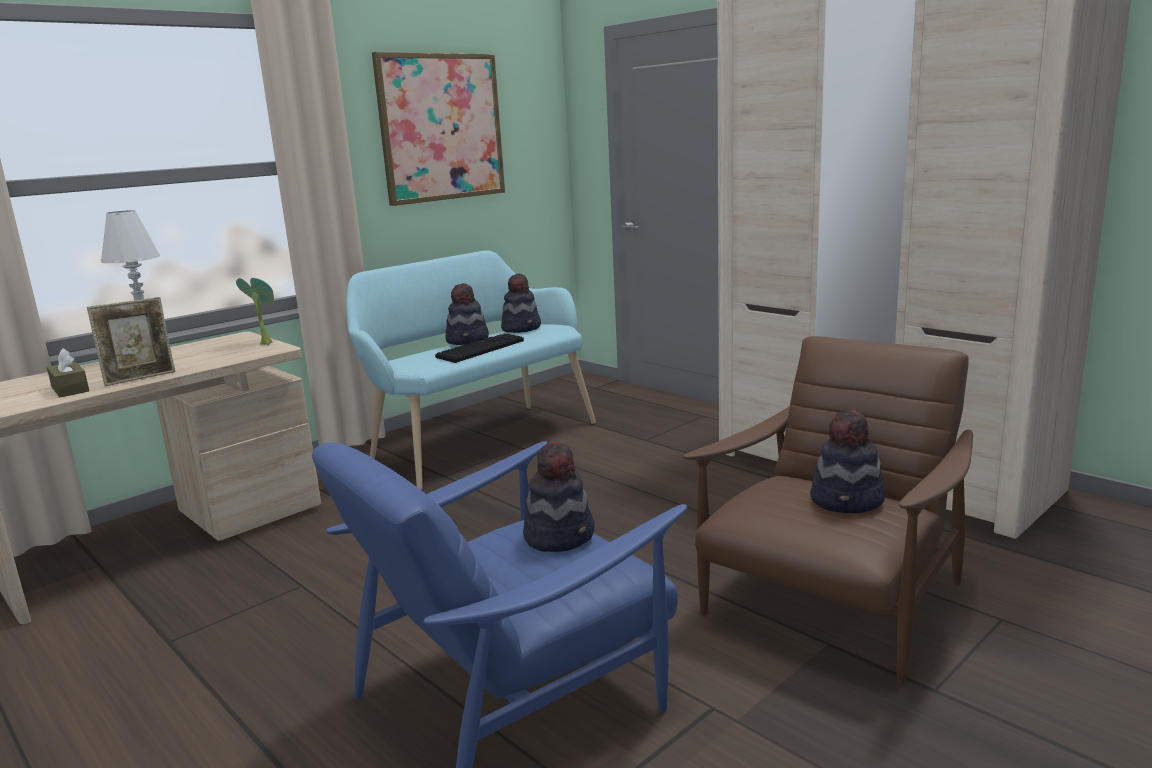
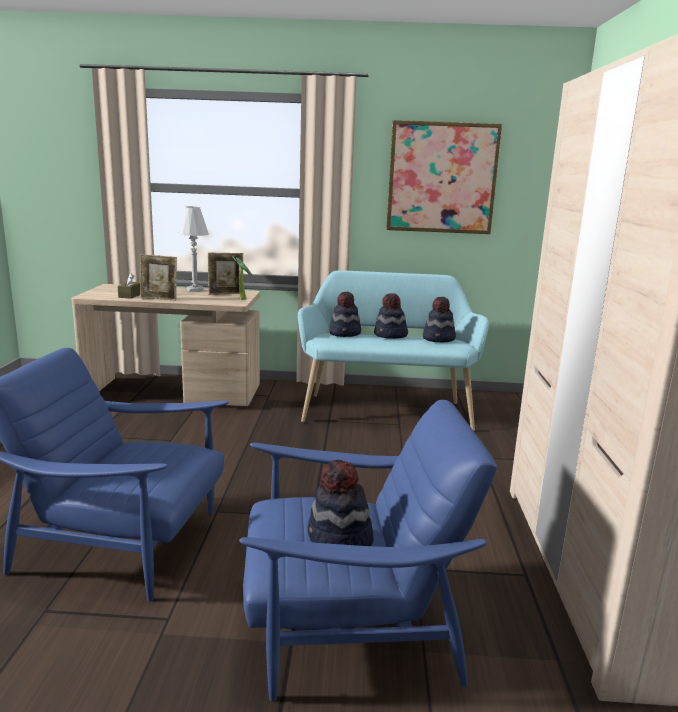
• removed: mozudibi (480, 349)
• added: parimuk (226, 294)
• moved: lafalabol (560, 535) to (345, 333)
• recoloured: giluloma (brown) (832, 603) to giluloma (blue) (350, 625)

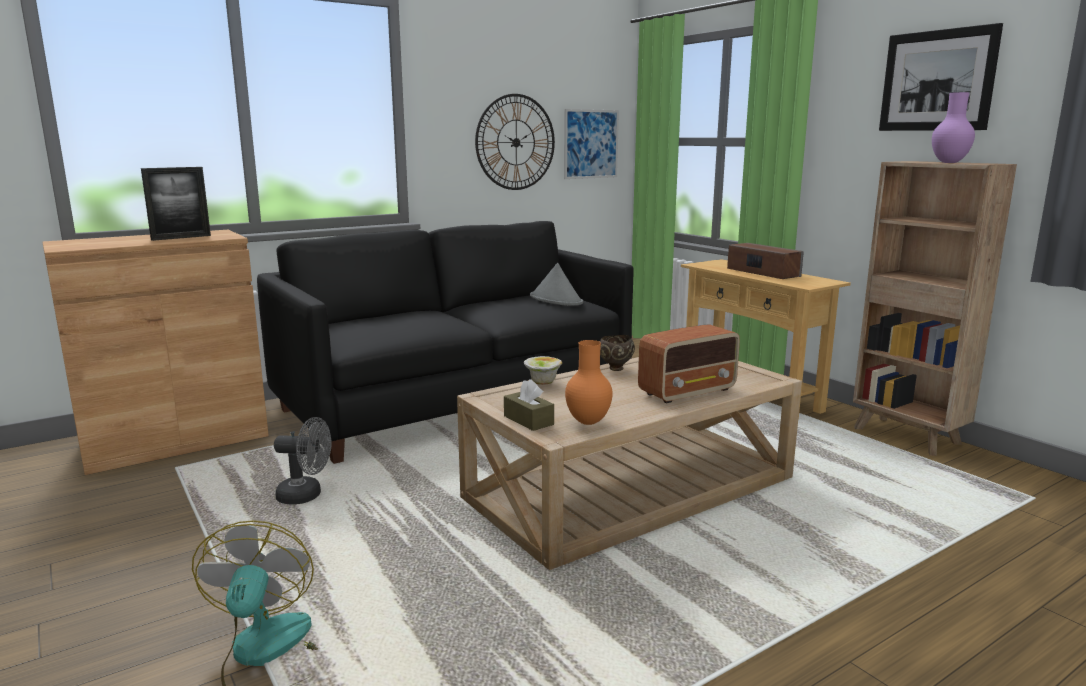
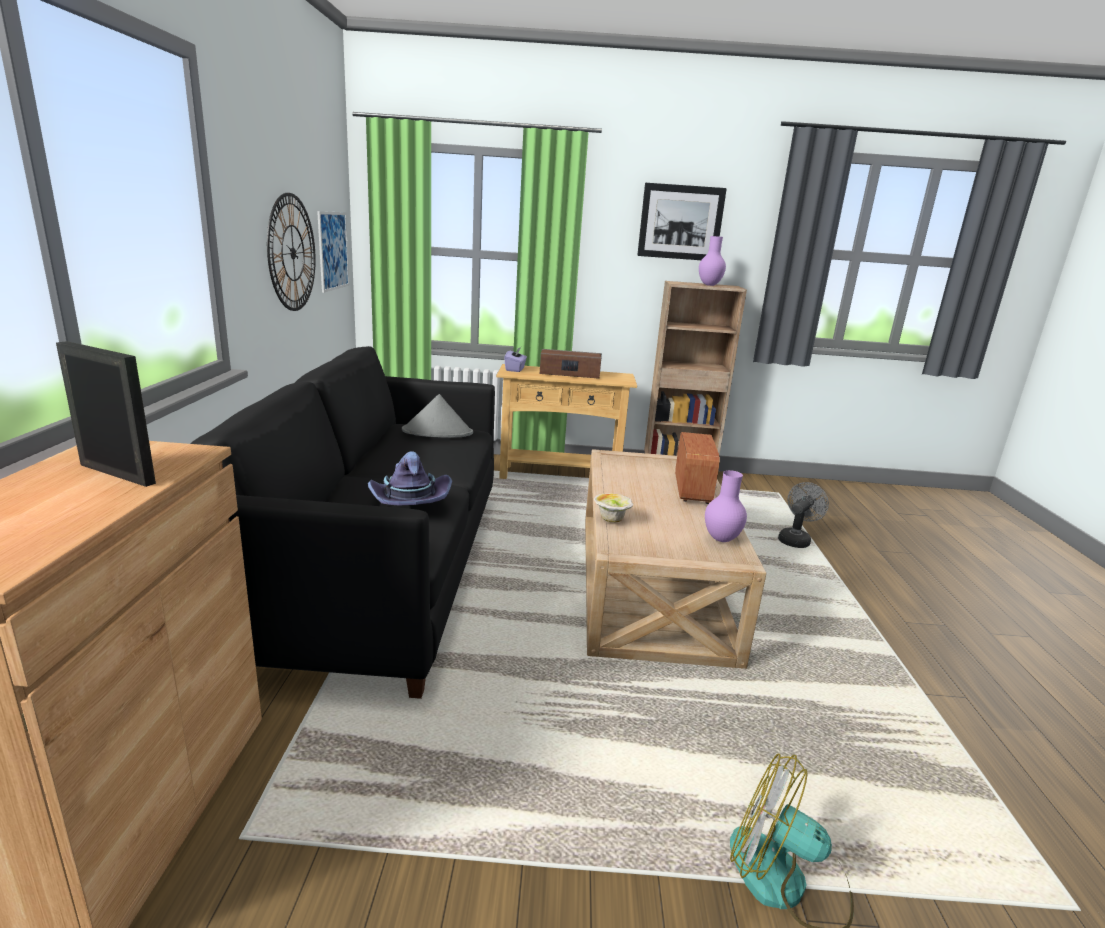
• removed: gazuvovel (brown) (528, 420)
• removed: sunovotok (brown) (615, 369)
• added: lafalabol (purple) (409, 502)
• added: gazuvovel (purple) (515, 369)
• moved: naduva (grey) (306, 495) to (795, 539)
• recoloured: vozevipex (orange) (589, 422) to vozevipex (purple) (722, 539)
• turned: parimuk (181, 237) = (117, 474) 60 degrees counterclockwise

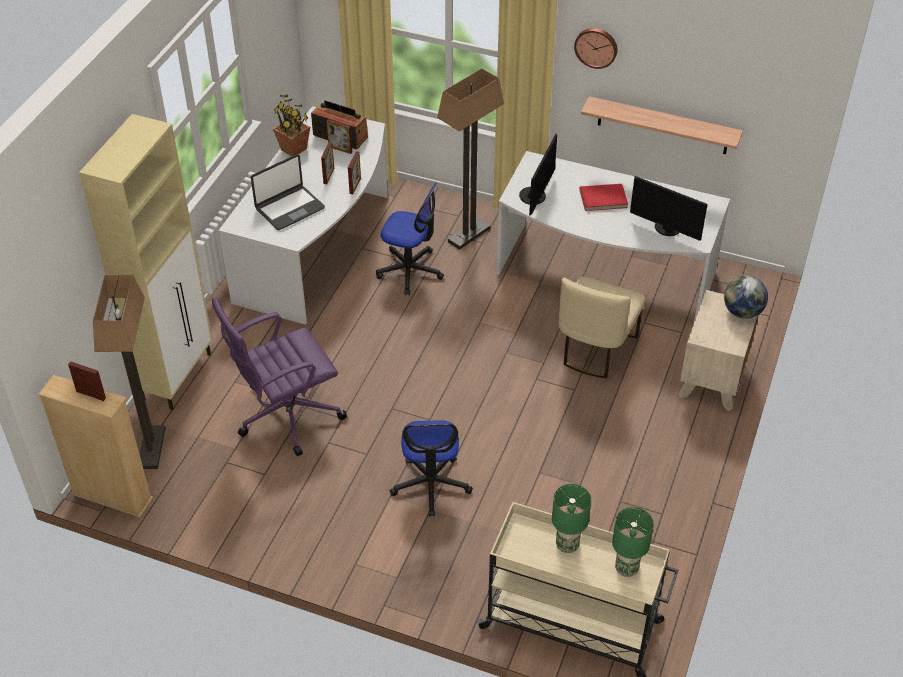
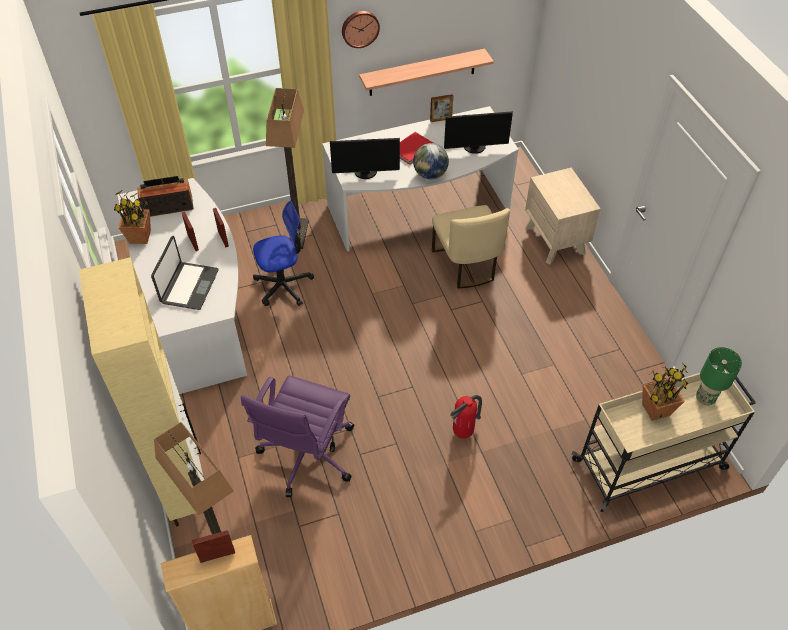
• moved: parimuk (340, 149) to (441, 119)
• moved: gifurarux (742, 312) to (430, 175)
• replaced: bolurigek (431, 484) to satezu (463, 433)
• replaced: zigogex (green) (567, 545) to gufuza (655, 410)
• turned: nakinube (535, 197) = (365, 173) 105 degrees clockwise

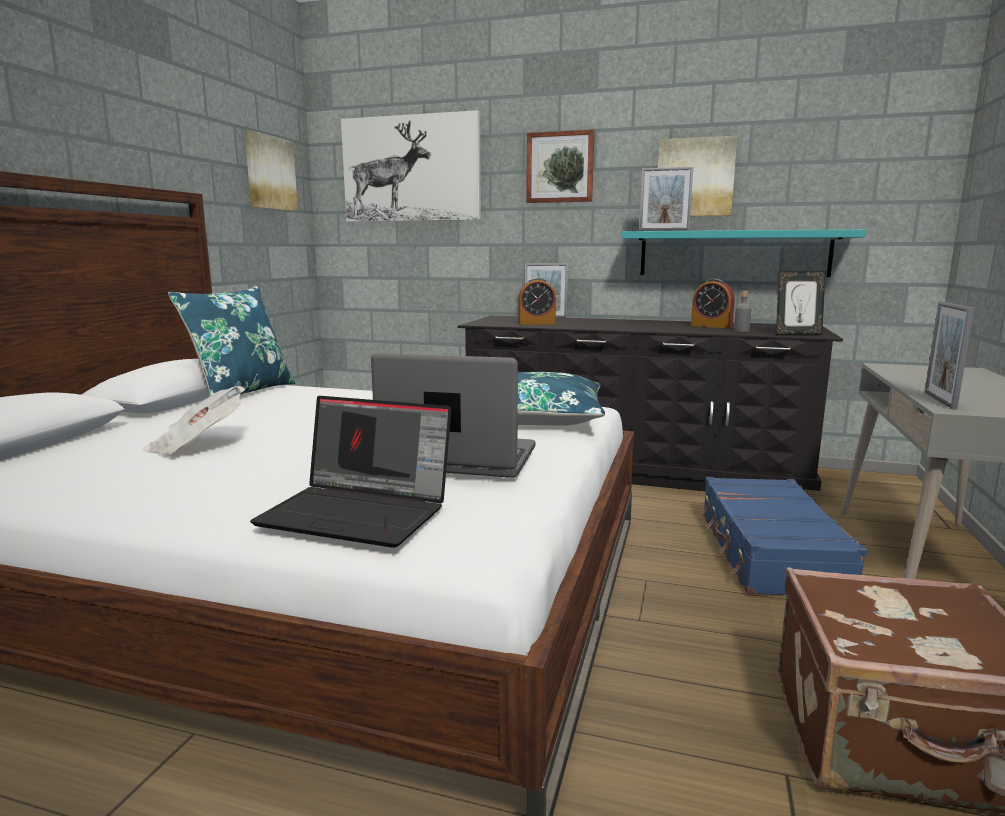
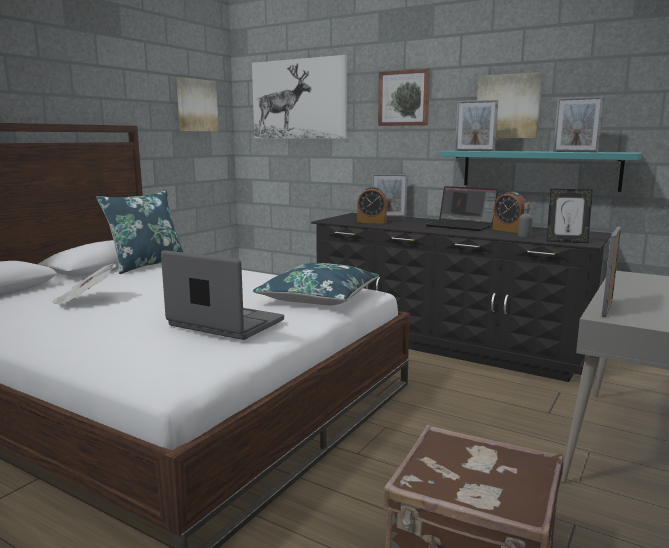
• removed: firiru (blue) (769, 552)
• added: parimuk (575, 152)
• moved: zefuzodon (360, 512) to (461, 226)

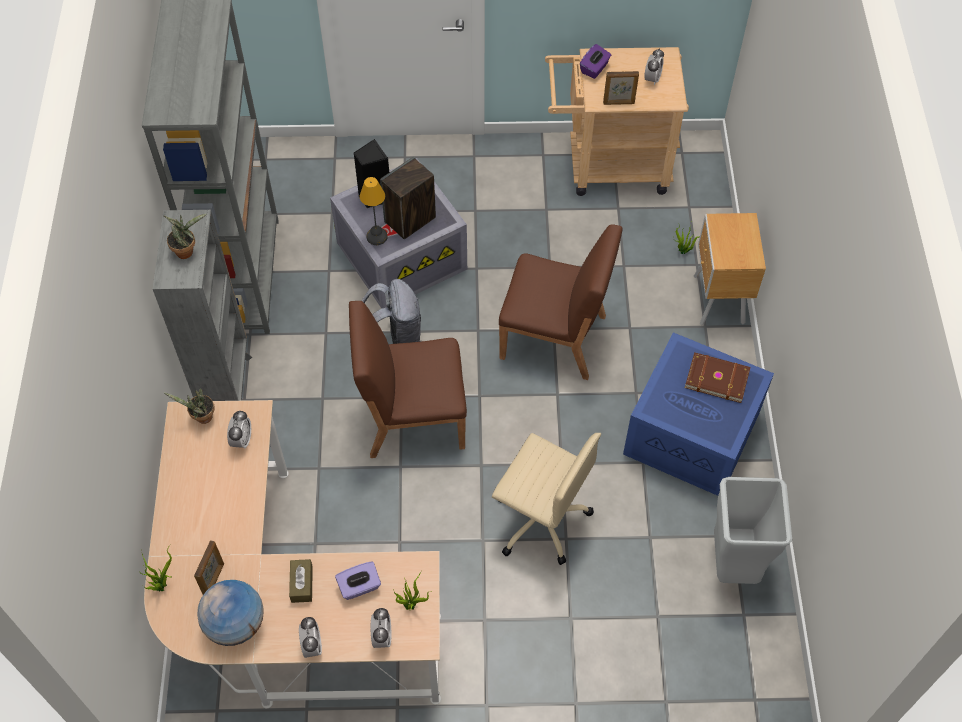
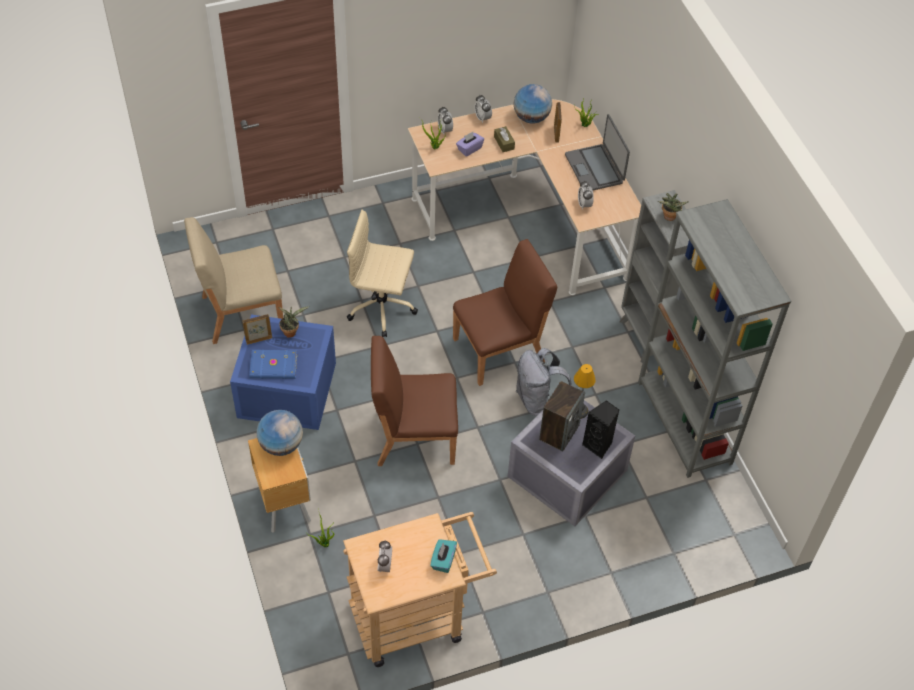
• added: gifurarux (281, 445)
• added: zefuzodon (595, 169)
• moved: gufuza (201, 418) to (291, 331)
• moved: parimuk (619, 103) to (258, 339)
• replaced: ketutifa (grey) (733, 563) to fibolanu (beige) (241, 312)
• recoloured: gazuvovel (purple) (594, 69) to gazuvovel (turquoise) (443, 560)
• recoloured: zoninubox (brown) (716, 378) to zoninubox (blue) (274, 367)

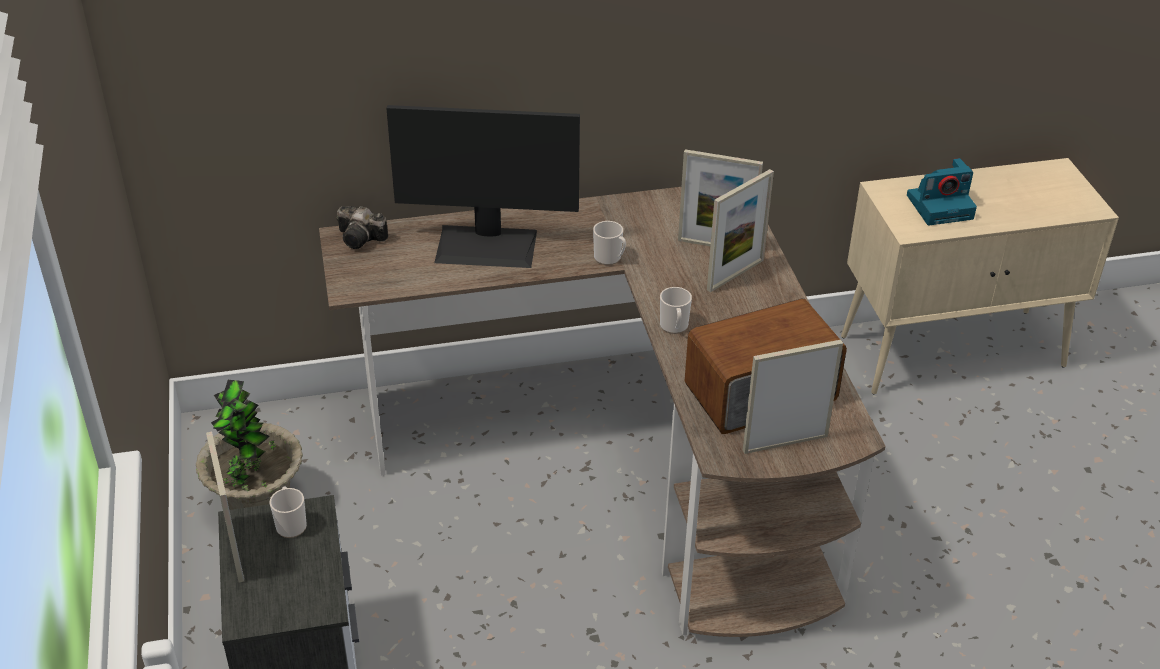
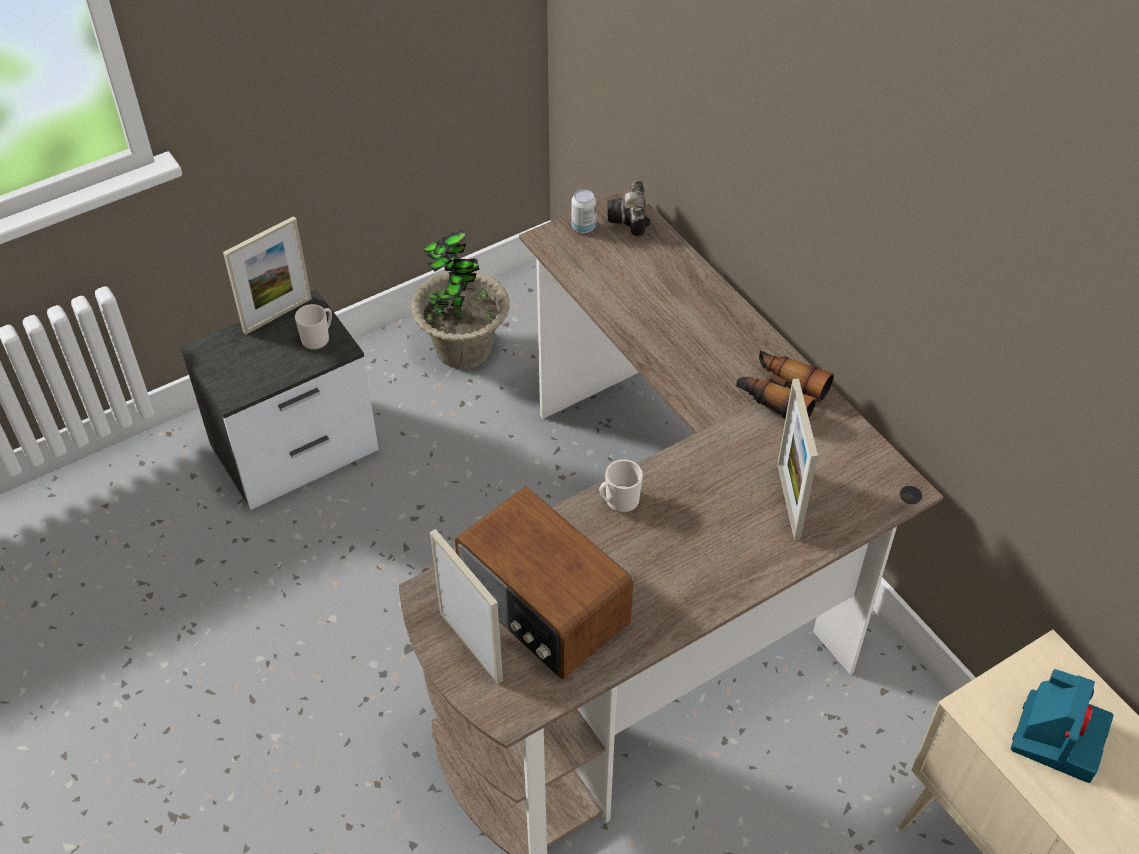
• removed: nakinube (487, 246)
• removed: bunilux (610, 258)
• removed: parimuk (735, 275)
• added: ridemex (583, 227)
• added: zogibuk (780, 394)
• turned: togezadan (941, 206) = (1058, 735) 120 degrees counterclockwise

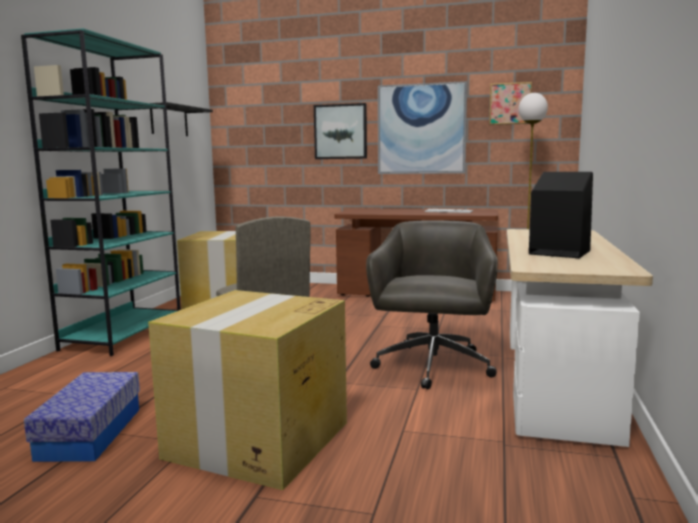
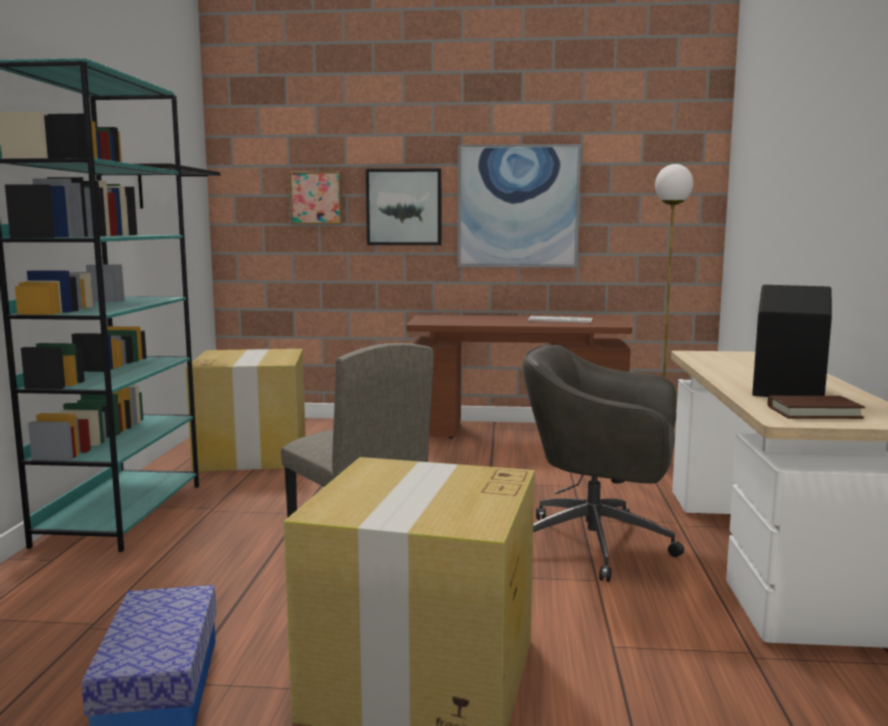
• added: zoninubox (brown) (814, 412)
• moved: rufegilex (510, 104) to (316, 198)
• turned: bolurigek (grey) (432, 367) = (598, 545) 75 degrees counterclockwise

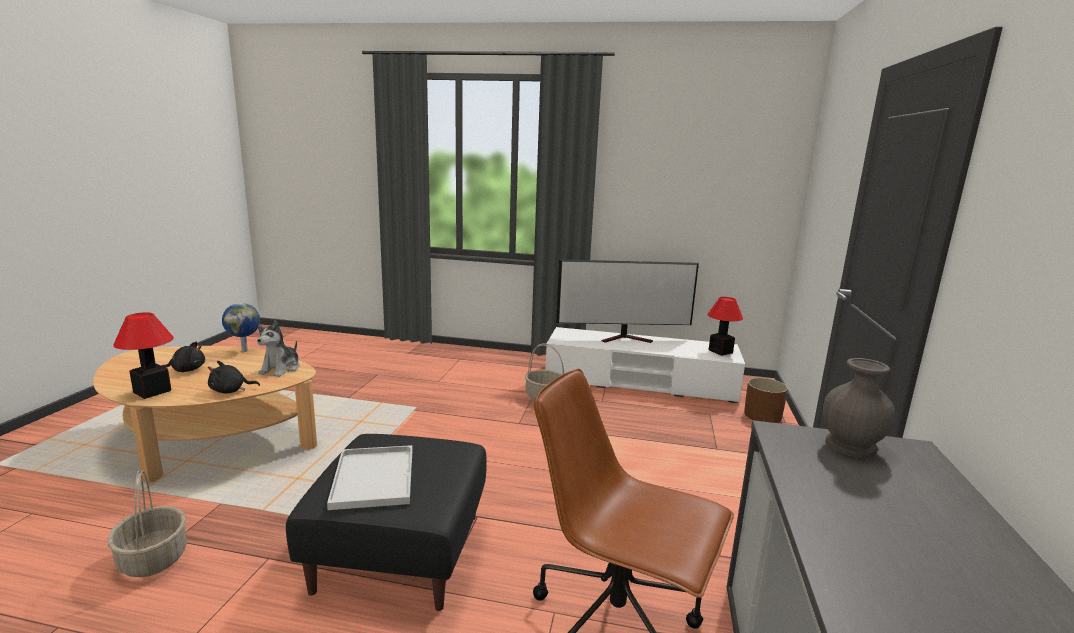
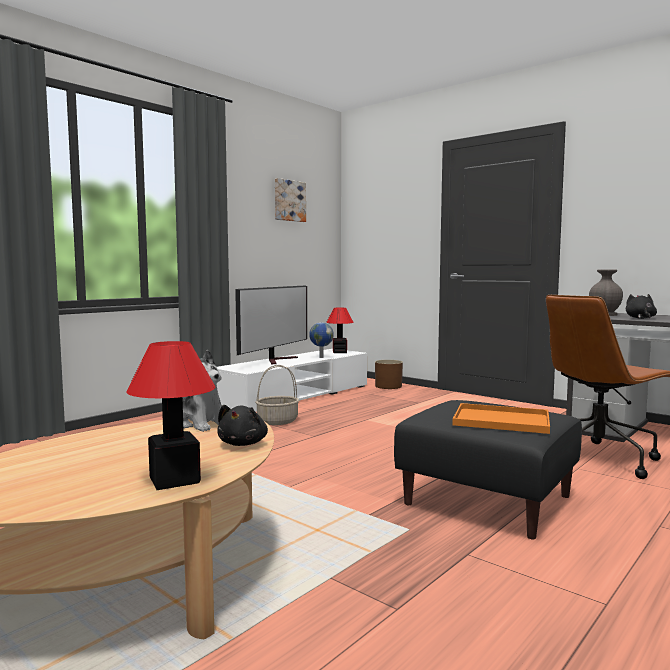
• removed: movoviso (152, 558)
• added: rufegilex (289, 201)
• moved: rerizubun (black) (186, 370) to (640, 318)
• moved: gifurarux (245, 350) to (321, 357)
• recoloured: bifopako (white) (372, 477) to bifopako (orange) (499, 420)

